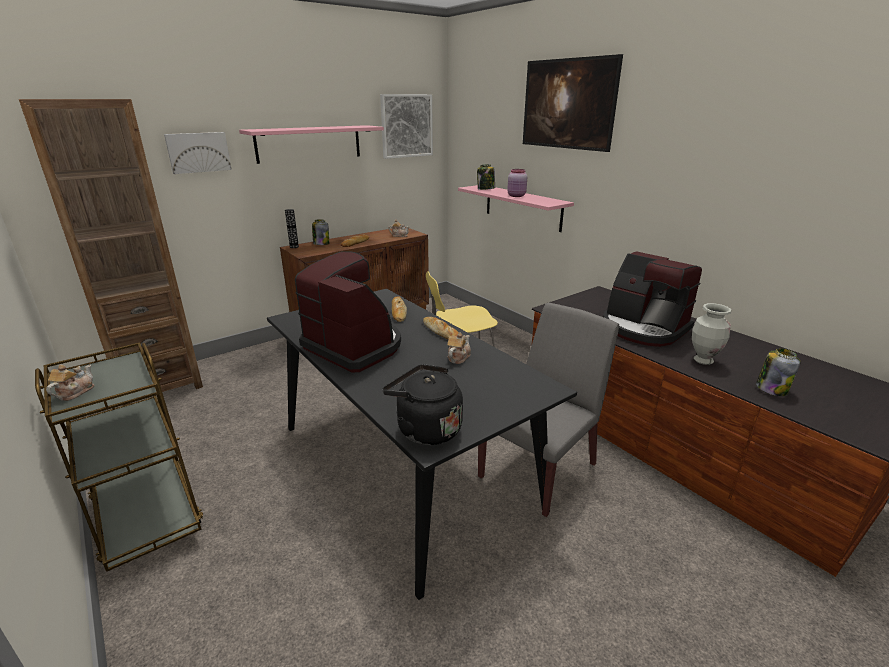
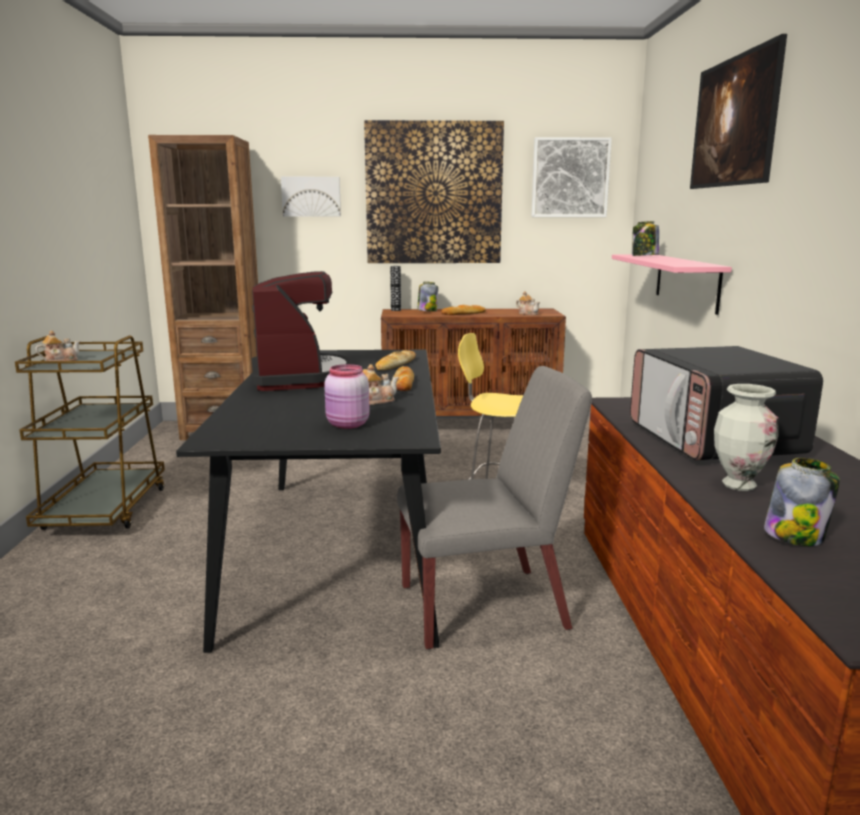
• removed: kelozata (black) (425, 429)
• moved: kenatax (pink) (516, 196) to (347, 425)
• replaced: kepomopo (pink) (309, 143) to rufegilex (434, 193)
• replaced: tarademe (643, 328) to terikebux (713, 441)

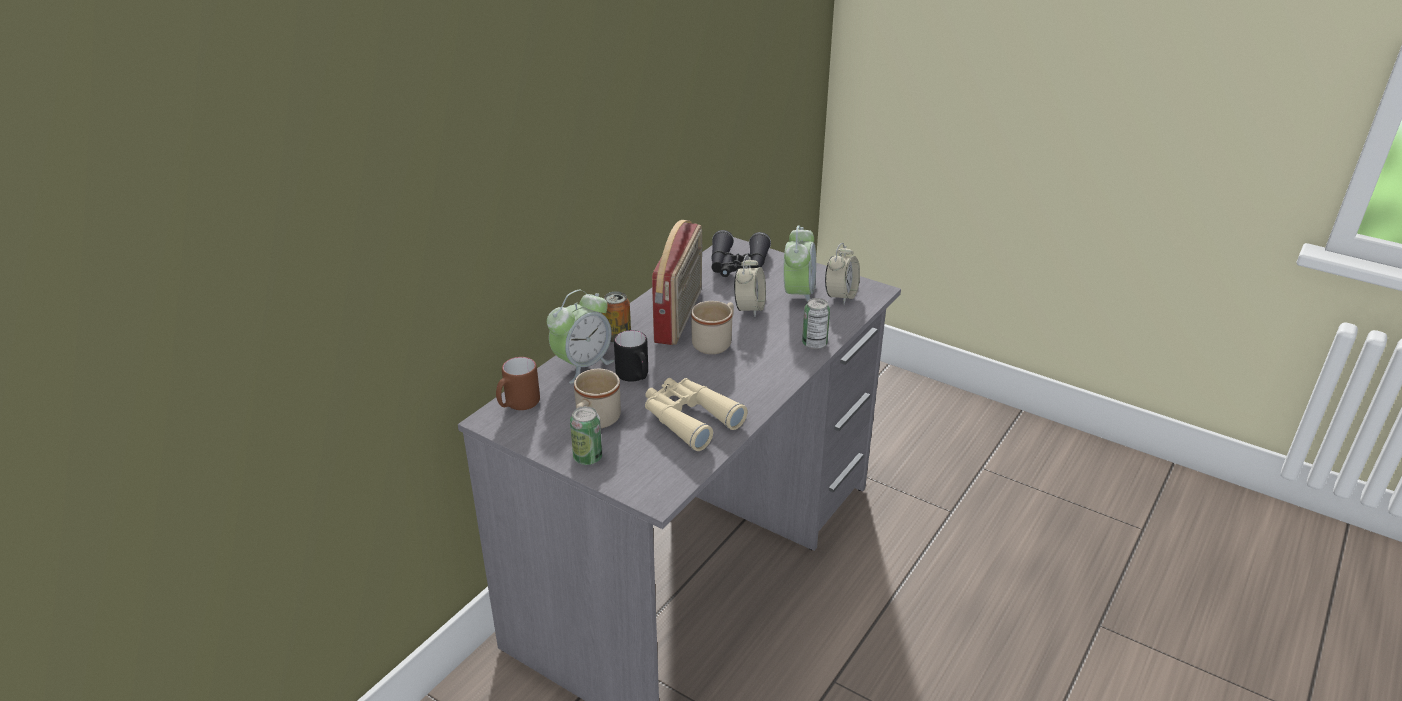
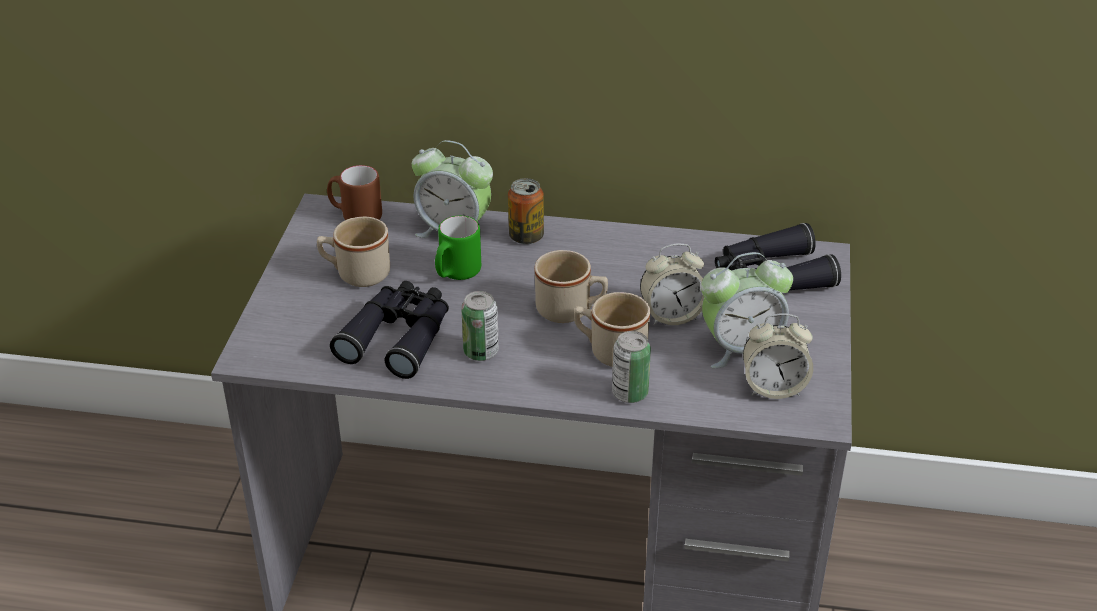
• removed: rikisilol (680, 316)
• added: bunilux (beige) (610, 351)
• moved: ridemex (587, 458) to (481, 352)
• recoloured: bunilux (black) (635, 377) to bunilux (green) (456, 274)
• recoloured: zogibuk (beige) (689, 419) to zogibuk (black) (399, 337)

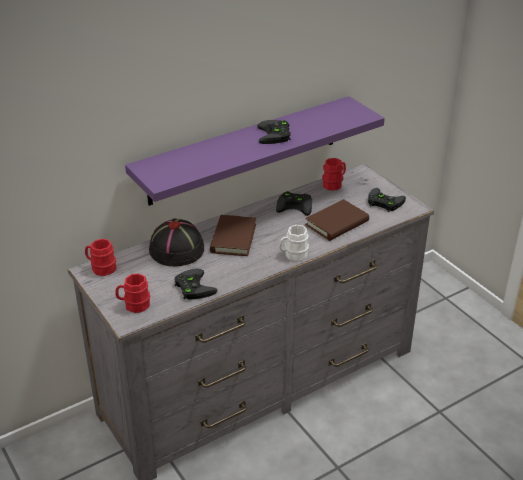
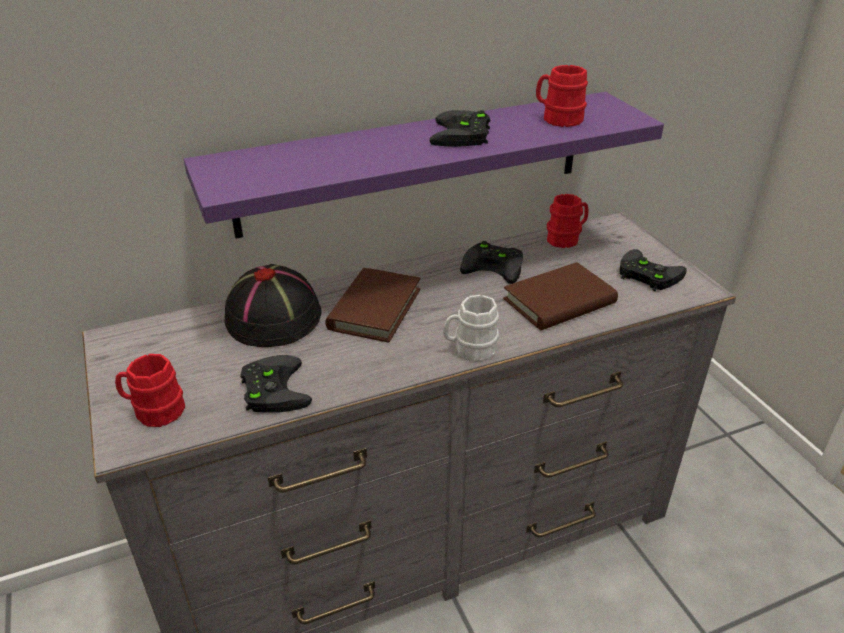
• moved: bunilux (red) (101, 268) to (557, 119)

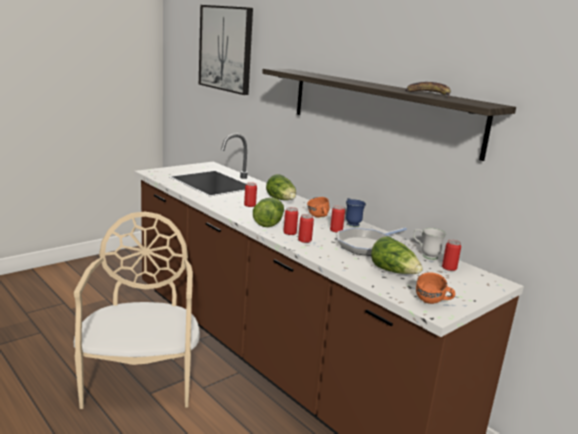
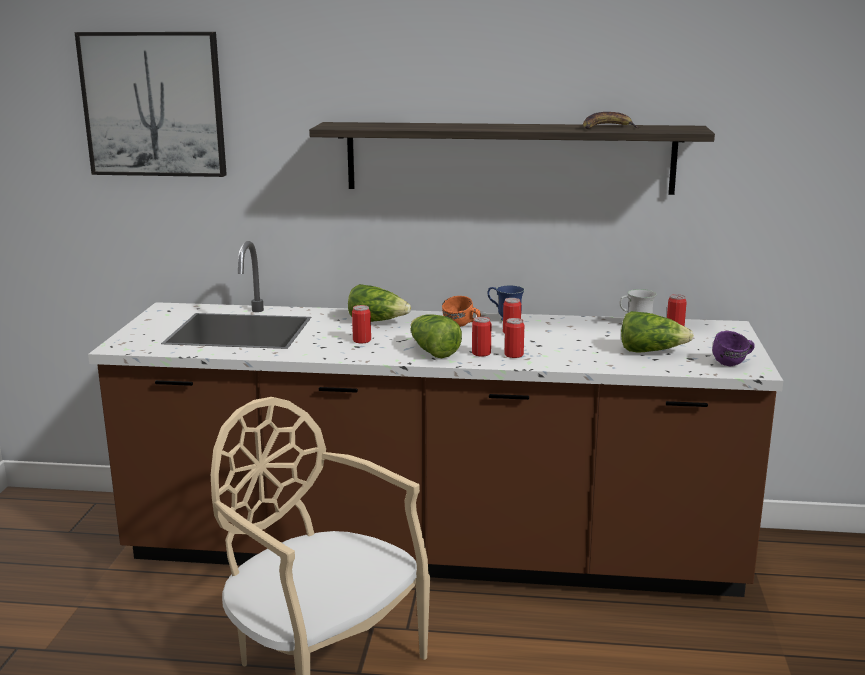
• removed: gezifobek (367, 245)
• recoloured: bunilux (orange) (432, 302) to bunilux (purple) (734, 364)

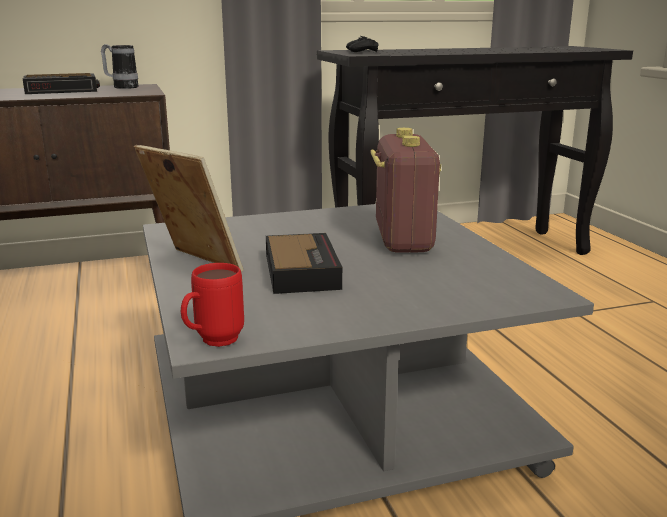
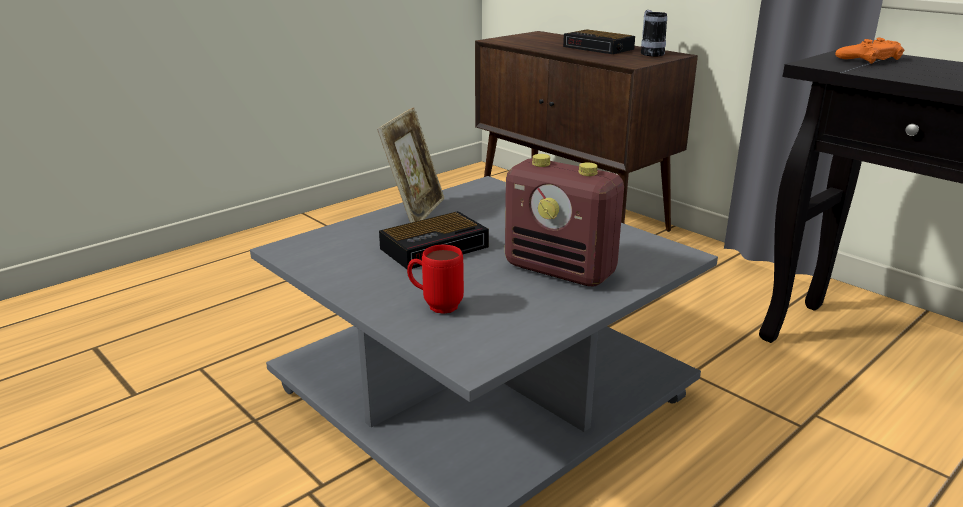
• moved: bunilux (red) (212, 343) to (435, 306)
• recoloured: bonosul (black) (361, 51) to bonosul (orange) (868, 59)
• turned: rikisilol (402, 239) = (561, 270) 60 degrees clockwise

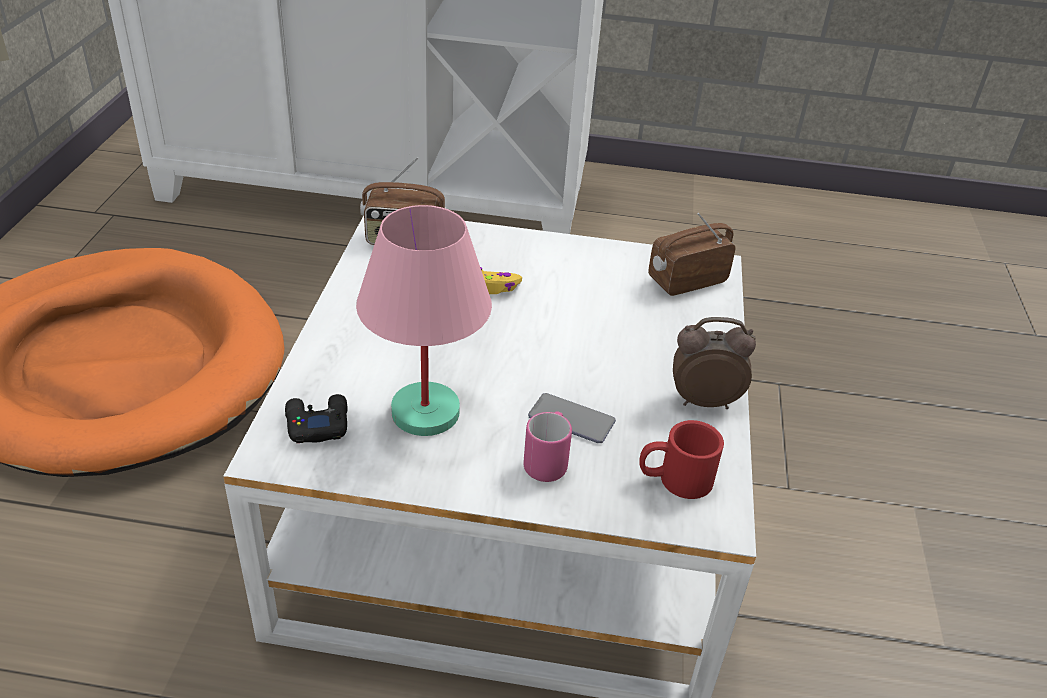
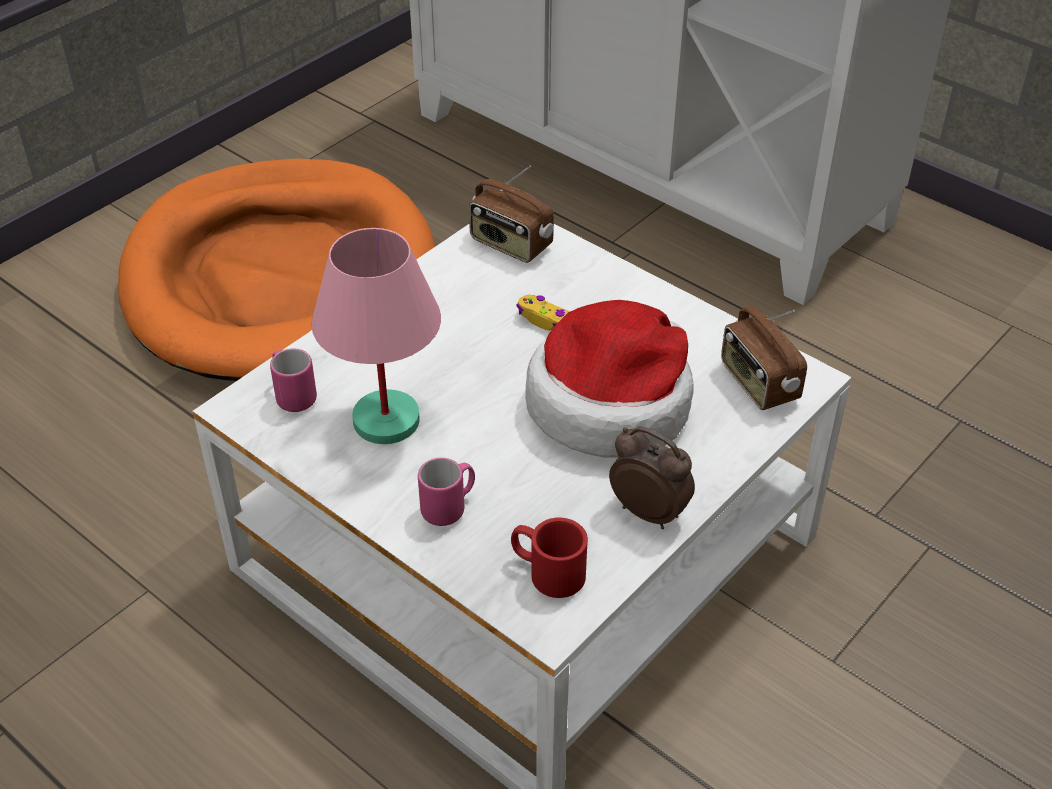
• removed: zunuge (571, 419)
• added: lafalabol (611, 403)
• replaced: bonosul (black) (317, 424) to bunilux (pink) (292, 395)
• turned: rikisilol (686, 280) = (758, 383) 120 degrees counterclockwise

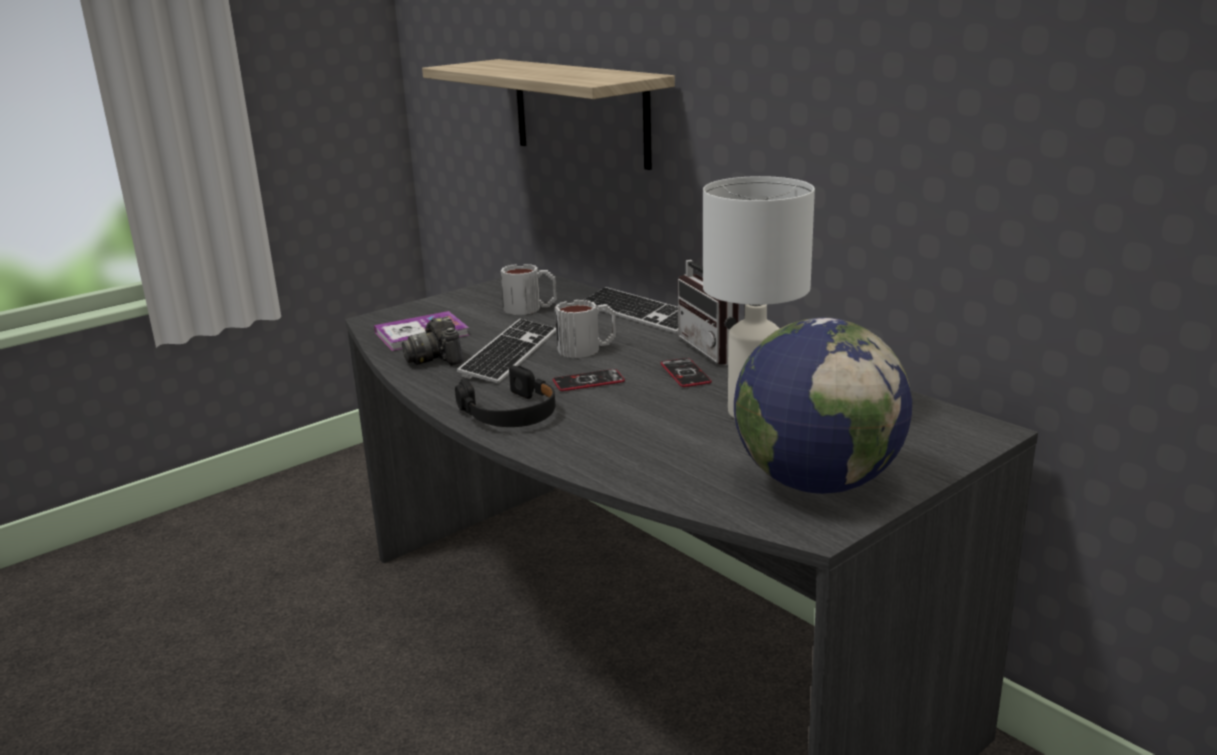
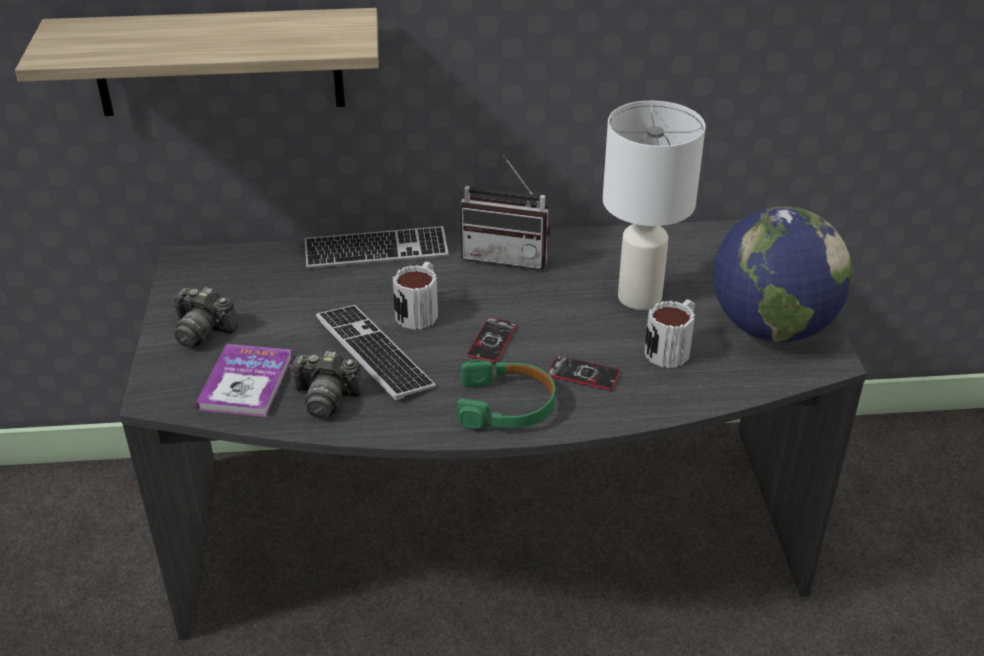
• added: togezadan (202, 330)
• moved: bunilux (530, 308) to (672, 348)
• moved: zunuge (685, 374) to (583, 374)
• recoloured: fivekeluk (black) (510, 413) to fivekeluk (green) (506, 405)

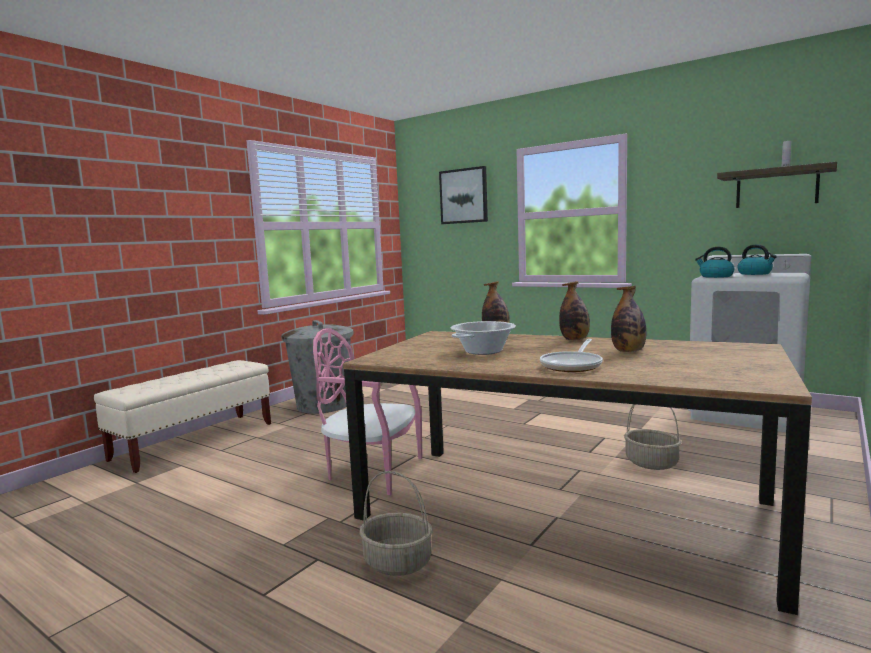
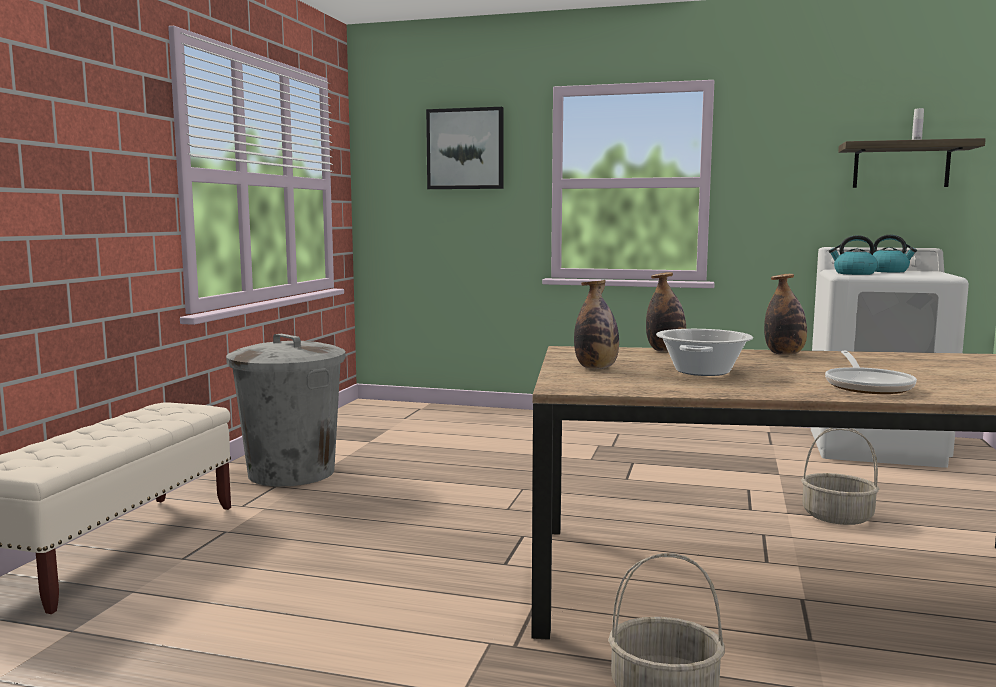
• removed: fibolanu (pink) (372, 471)
• moved: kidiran (628, 351) to (596, 368)

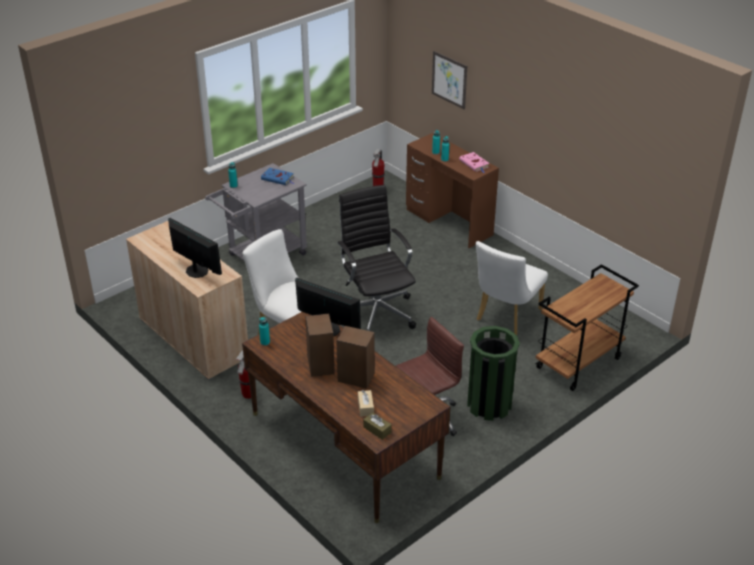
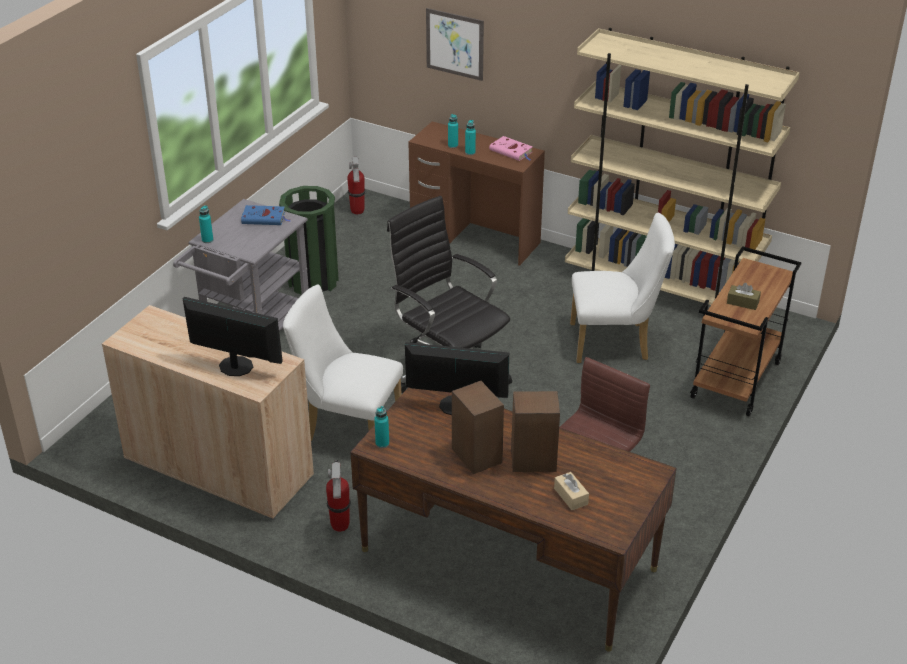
• added: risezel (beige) (661, 292)
• moved: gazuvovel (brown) (377, 430) to (742, 302)
• moved: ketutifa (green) (489, 405) to (313, 281)
• turned: fibolanu (white) (505, 317) = (615, 343) 105 degrees counterclockwise

